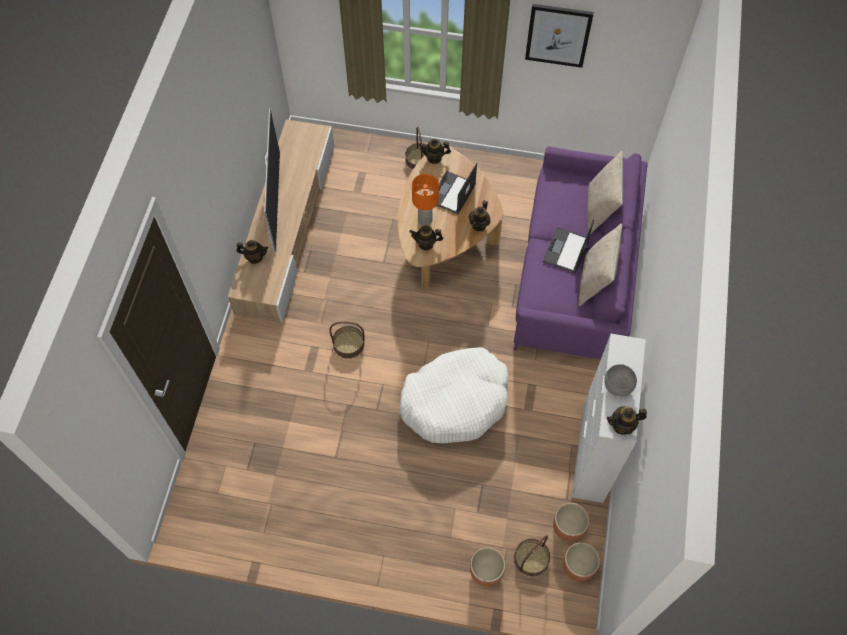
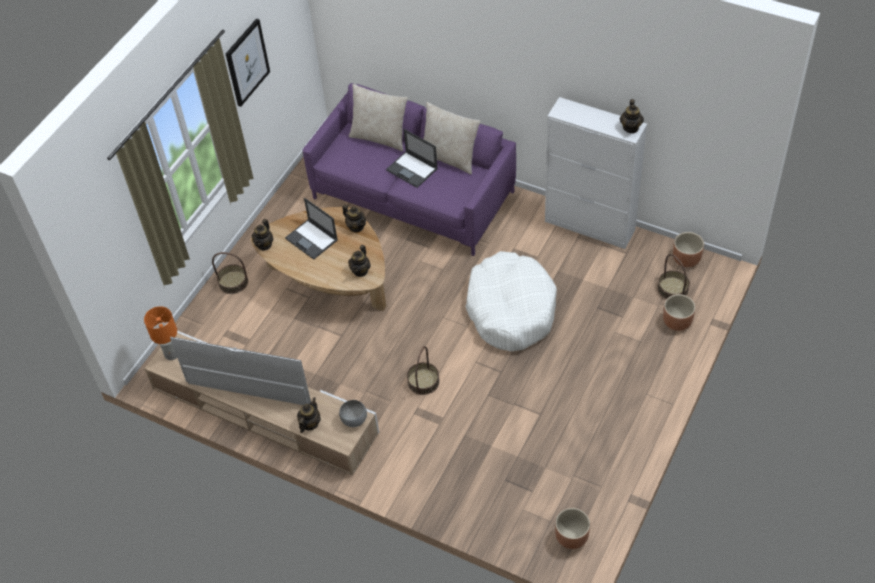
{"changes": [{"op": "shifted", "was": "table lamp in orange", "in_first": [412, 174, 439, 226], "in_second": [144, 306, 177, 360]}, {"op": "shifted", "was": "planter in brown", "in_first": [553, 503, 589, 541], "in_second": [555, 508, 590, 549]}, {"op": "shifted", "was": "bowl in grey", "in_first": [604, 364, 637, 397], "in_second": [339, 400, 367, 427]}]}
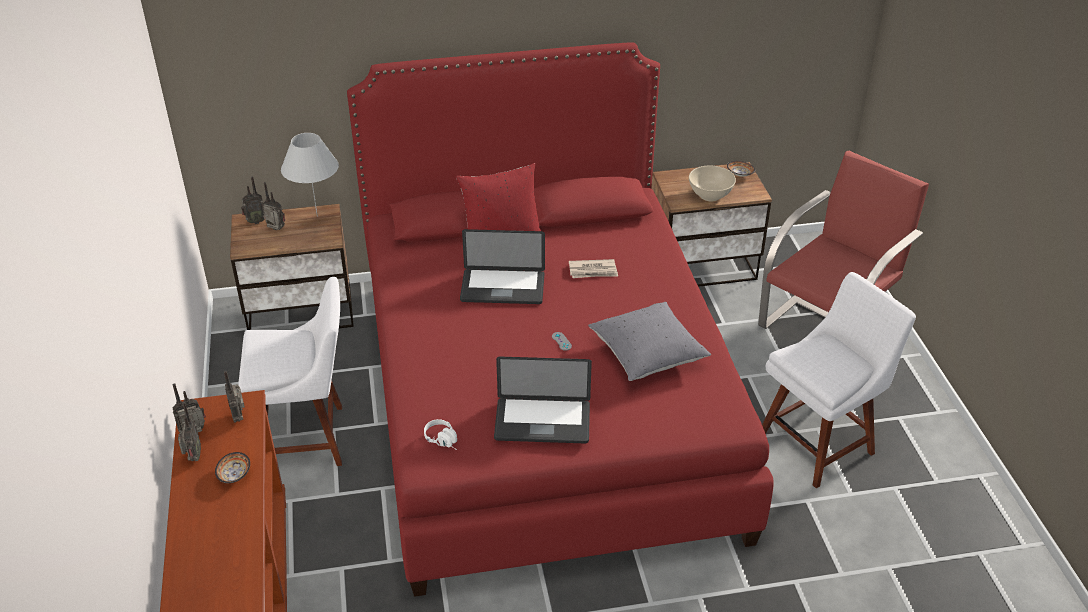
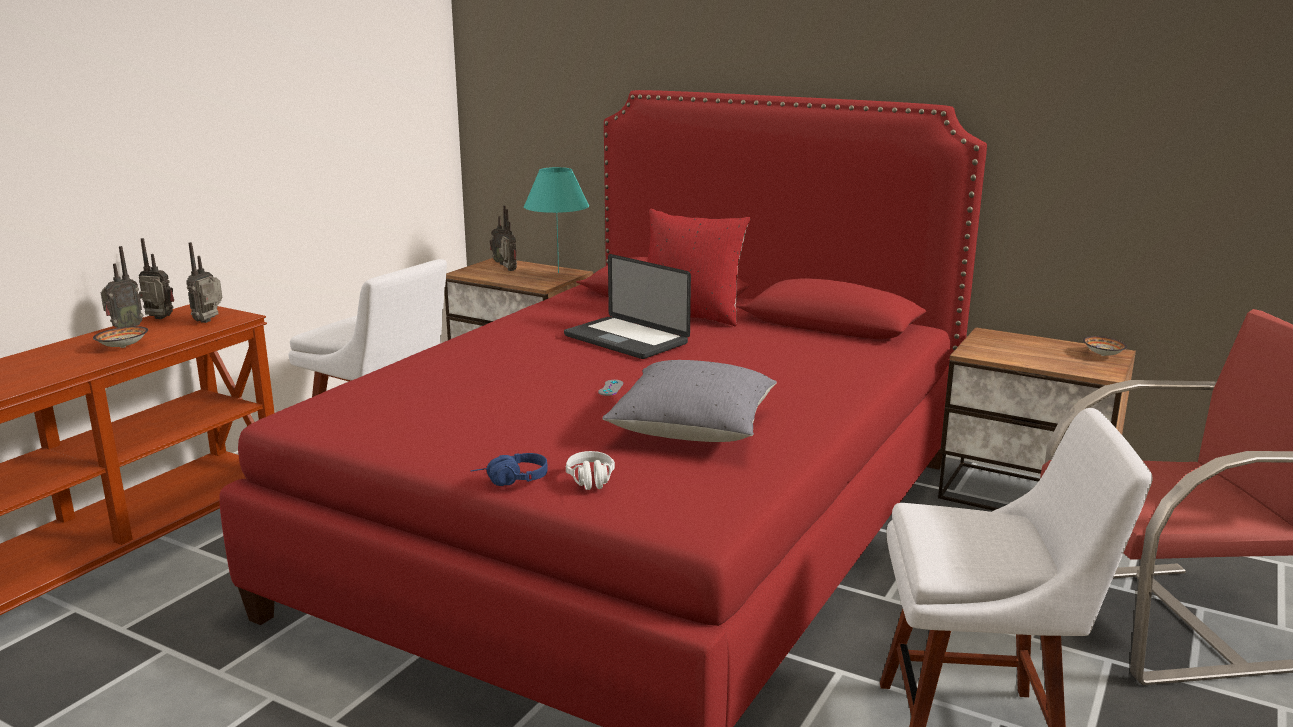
{"changes": [{"op": "repainted", "was": "table lamp in white", "now": "table lamp in turquoise", "in_first": [281, 133, 339, 217], "in_second": [524, 167, 589, 273]}, {"op": "shifted", "was": "headphones in white", "in_first": [424, 419, 457, 450], "in_second": [566, 451, 615, 490]}, {"op": "gone", "was": "laptop", "in_first": [494, 357, 592, 443]}, {"op": "gone", "was": "newspaper", "in_first": [569, 259, 618, 278]}, {"op": "gone", "was": "bowl in beige", "in_first": [689, 166, 736, 201]}, {"op": "new", "now": "headphones in blue", "in_second": [471, 453, 548, 486]}]}
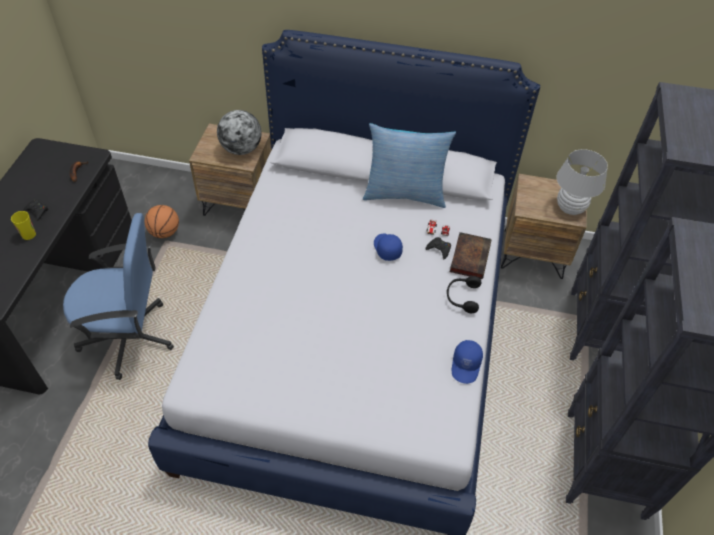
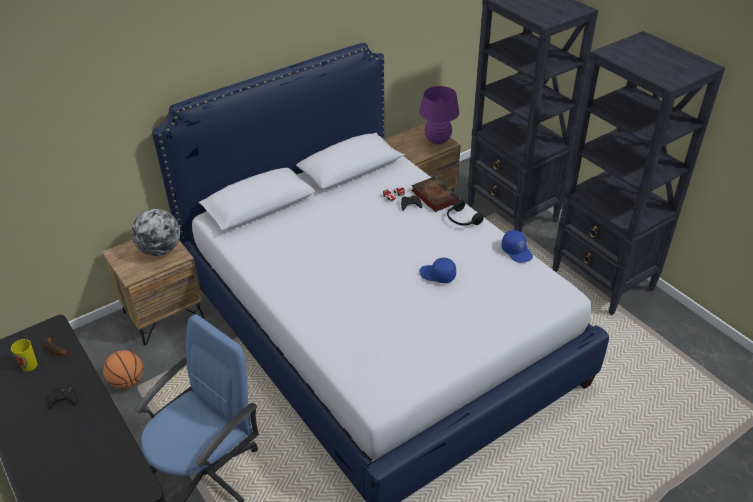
{"changes": [{"op": "shifted", "was": "cup", "in_first": [11, 211, 36, 240], "in_second": [11, 339, 38, 371]}, {"op": "gone", "was": "pillow", "in_first": [363, 123, 456, 208]}, {"op": "shifted", "was": "cap in blue", "in_first": [374, 233, 403, 261], "in_second": [419, 258, 456, 283]}, {"op": "repainted", "was": "table lamp in white", "now": "table lamp in purple", "in_first": [556, 149, 608, 215], "in_second": [419, 86, 459, 144]}]}
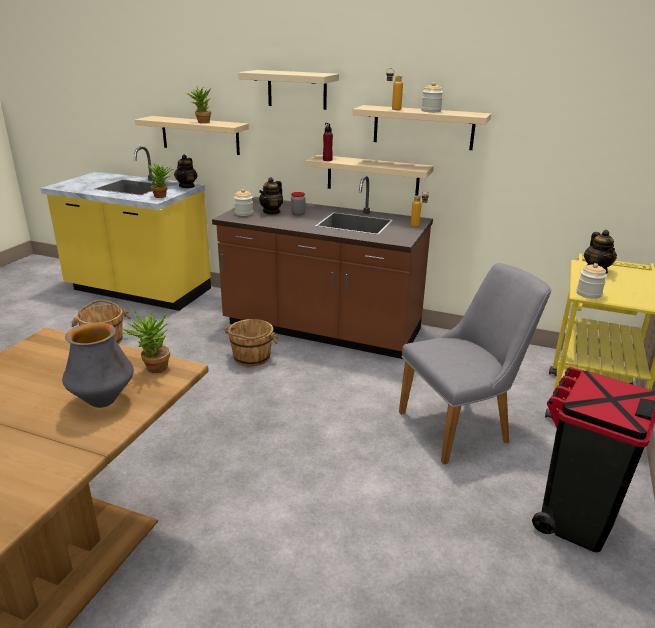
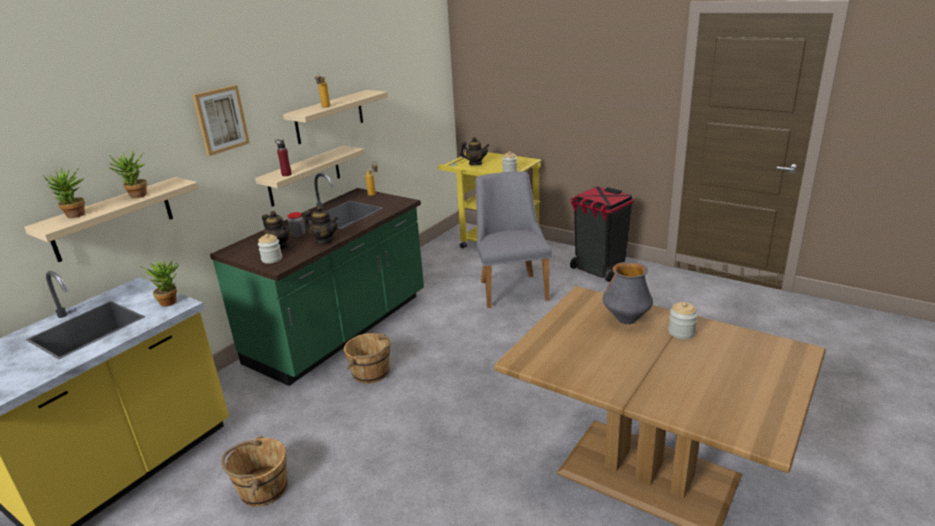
{"changes": [{"op": "shifted", "was": "potted plant", "in_first": [123, 311, 170, 373], "in_second": [43, 168, 85, 218]}, {"op": "shifted", "was": "teapot", "in_first": [174, 155, 198, 188], "in_second": [304, 206, 338, 244]}, {"op": "repainted", "was": "counter in brown", "now": "counter in green", "in_first": [212, 175, 433, 359], "in_second": [210, 173, 424, 386]}, {"op": "swapped", "was": "shelf in beige", "now": "picture", "in_first": [238, 70, 339, 110], "in_second": [192, 85, 250, 156]}, {"op": "shifted", "was": "jar", "in_first": [421, 82, 443, 112], "in_second": [668, 302, 698, 339]}]}
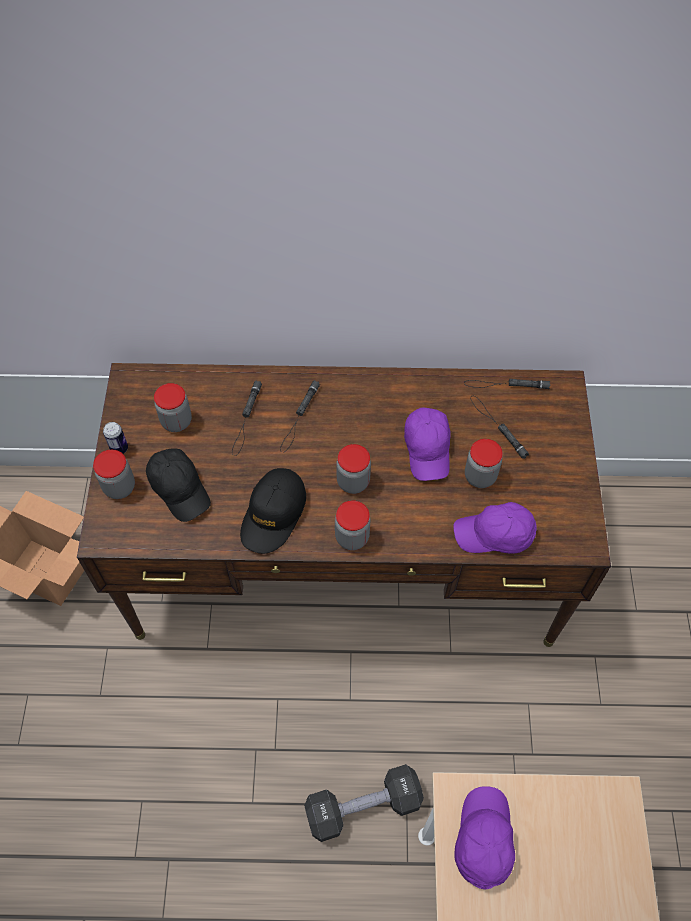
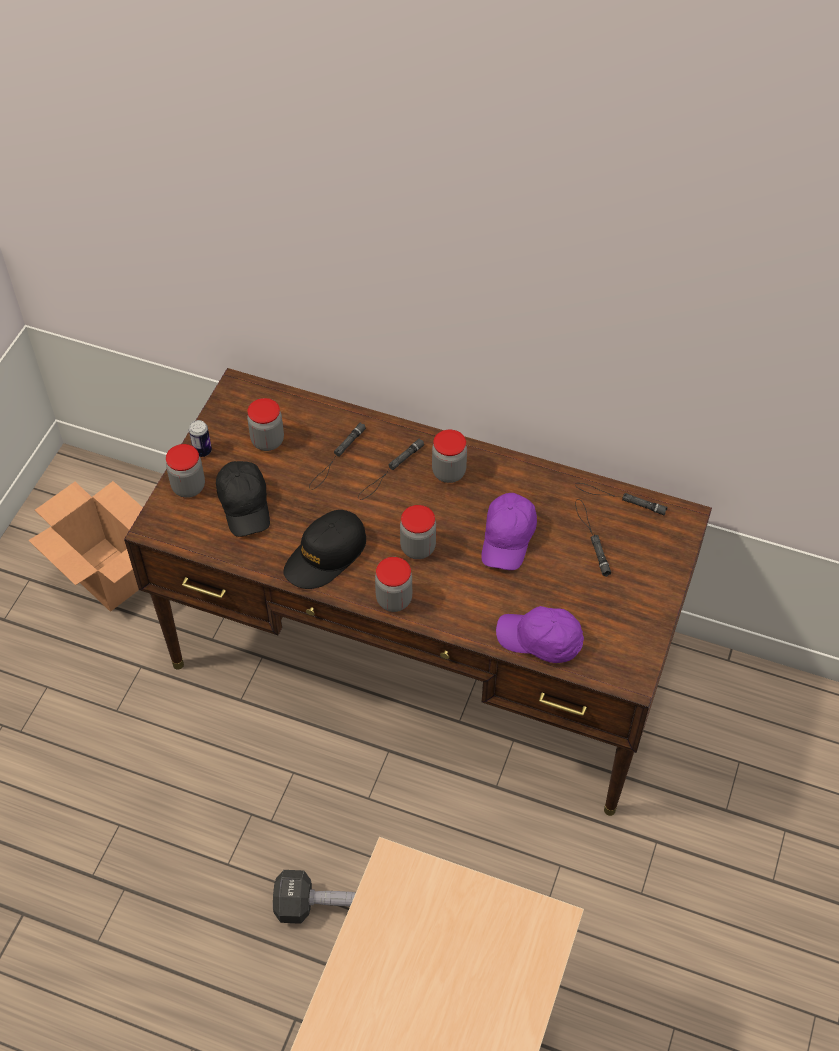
{"changes": [{"op": "gone", "was": "cap in purple", "in_first": [455, 786, 515, 890]}, {"op": "shifted", "was": "jar", "in_first": [465, 439, 503, 488], "in_second": [432, 430, 467, 483]}]}
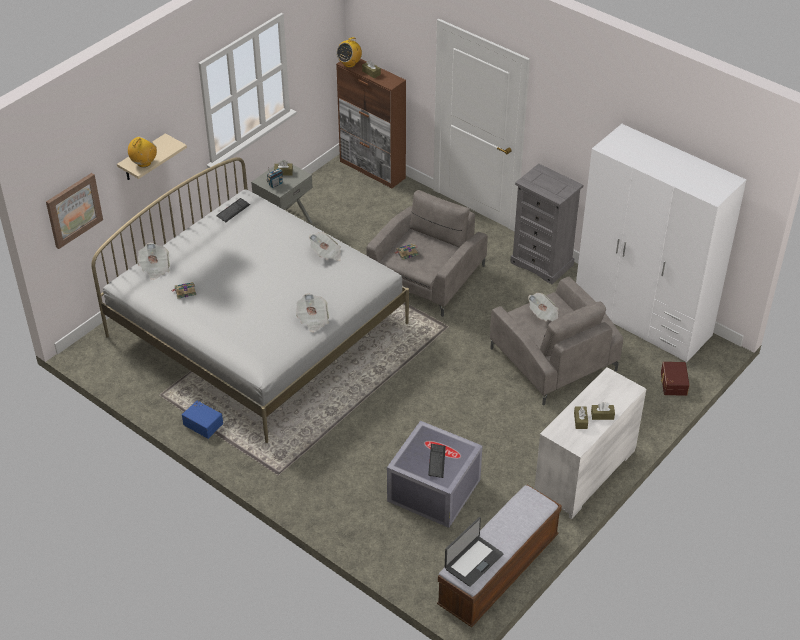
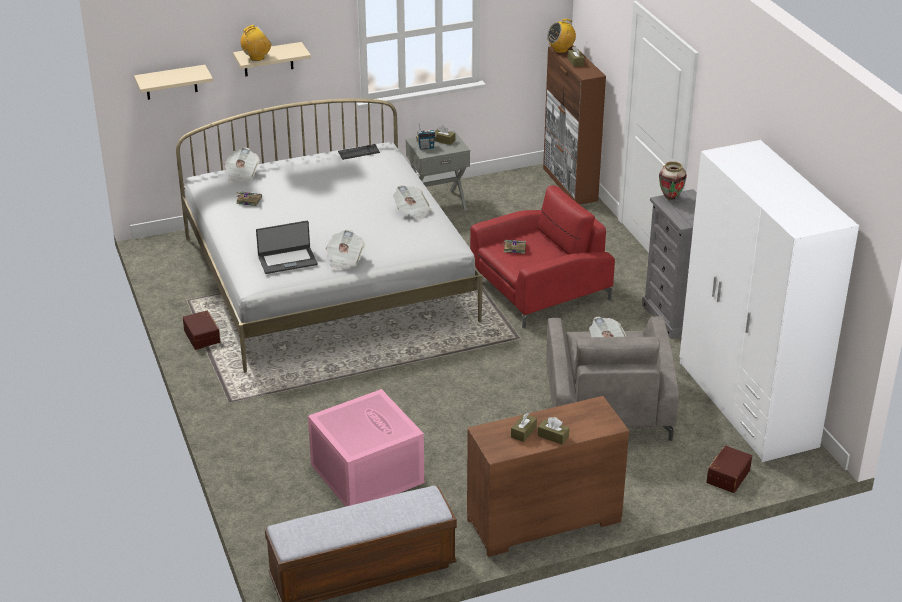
{"changes": [{"op": "swapped", "was": "picture", "now": "shelf in beige", "in_first": [46, 173, 103, 249], "in_second": [134, 65, 213, 100]}, {"op": "repainted", "was": "storage box in blue", "now": "storage box in brown", "in_first": [182, 400, 223, 439], "in_second": [183, 311, 220, 350]}, {"op": "repainted", "was": "armchair in grey", "now": "armchair in red", "in_first": [366, 190, 488, 317], "in_second": [470, 185, 615, 329]}, {"op": "repainted", "was": "storage box in grey", "now": "storage box in pink", "in_first": [387, 421, 482, 528], "in_second": [308, 389, 424, 507]}, {"op": "gone", "was": "keyboard", "in_first": [428, 444, 446, 478]}, {"op": "shifted", "was": "laptop", "in_first": [445, 517, 504, 587], "in_second": [256, 221, 318, 274]}, {"op": "repainted", "was": "dresser in white", "now": "dresser in brown", "in_first": [534, 367, 646, 519], "in_second": [467, 396, 629, 557]}, {"op": "new", "now": "vase", "in_second": [659, 161, 687, 201]}]}
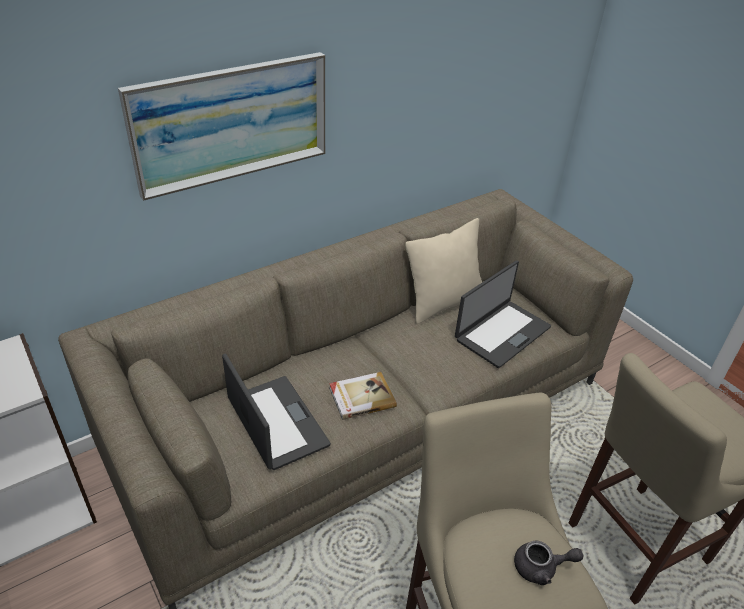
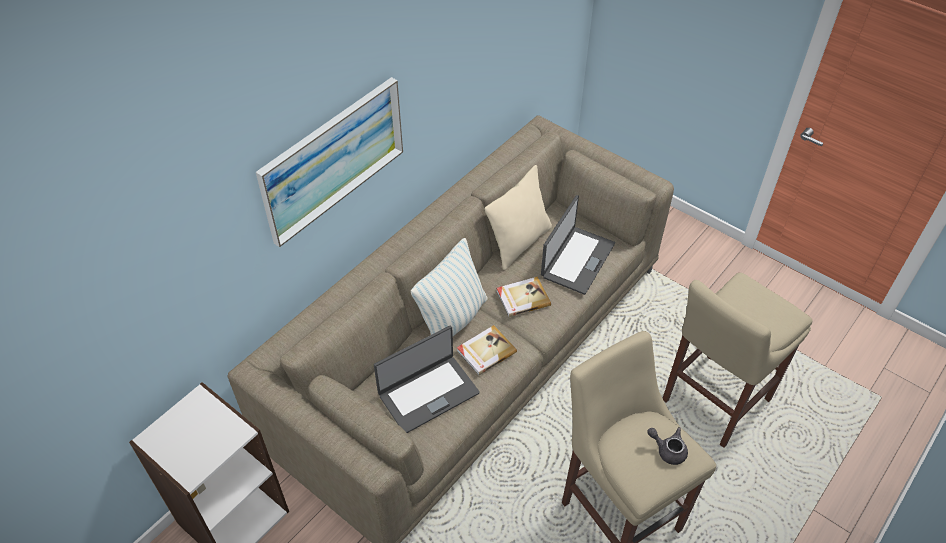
{"changes": [{"op": "rotated", "was": "laptop", "in_first": [222, 353, 331, 470], "in_second": [374, 326, 480, 433], "clockwise": 105}, {"op": "rotated", "was": "teapot in grey", "in_first": [514, 541, 584, 585], "in_second": [647, 427, 688, 465], "clockwise": -135}, {"op": "new", "now": "pillow", "in_second": [411, 238, 488, 336]}, {"op": "new", "now": "book", "in_second": [496, 277, 551, 317]}]}
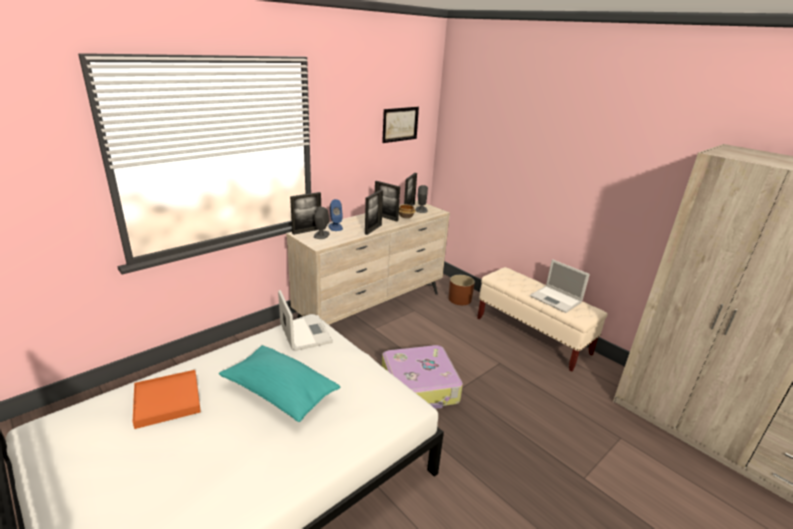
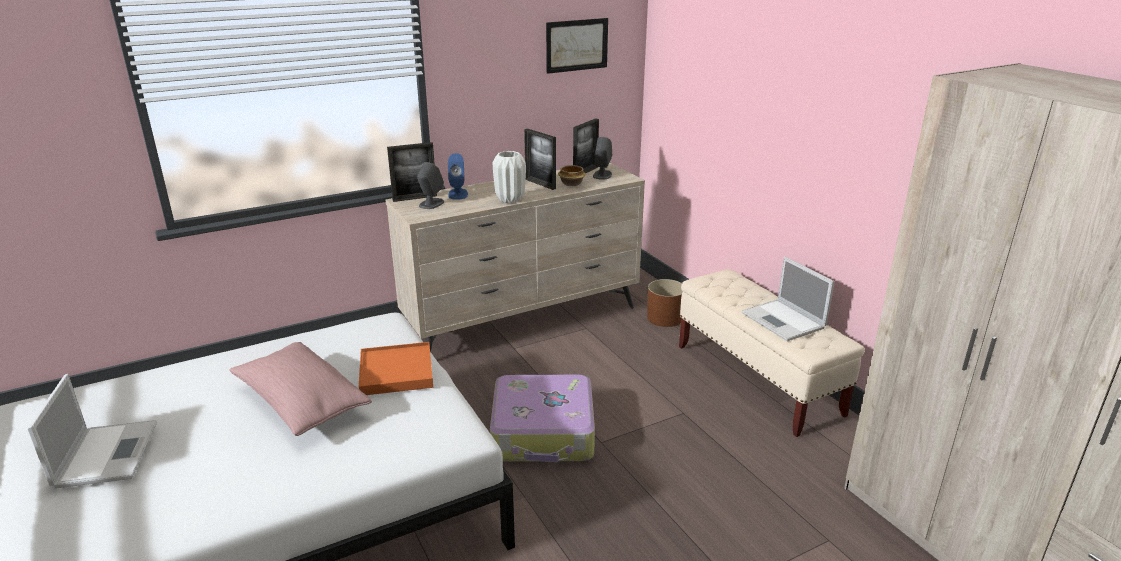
{"changes": [{"op": "shifted", "was": "tray in orange", "in_first": [133, 370, 201, 429], "in_second": [359, 342, 433, 395]}, {"op": "repainted", "was": "pillow in turquoise", "now": "pillow in pink", "in_first": [219, 345, 340, 422], "in_second": [229, 342, 372, 436]}, {"op": "shifted", "was": "laptop", "in_first": [278, 290, 333, 351], "in_second": [27, 374, 157, 488]}, {"op": "swapped", "was": "picture frame", "now": "vase in white", "in_first": [365, 190, 383, 235], "in_second": [493, 151, 526, 203]}]}
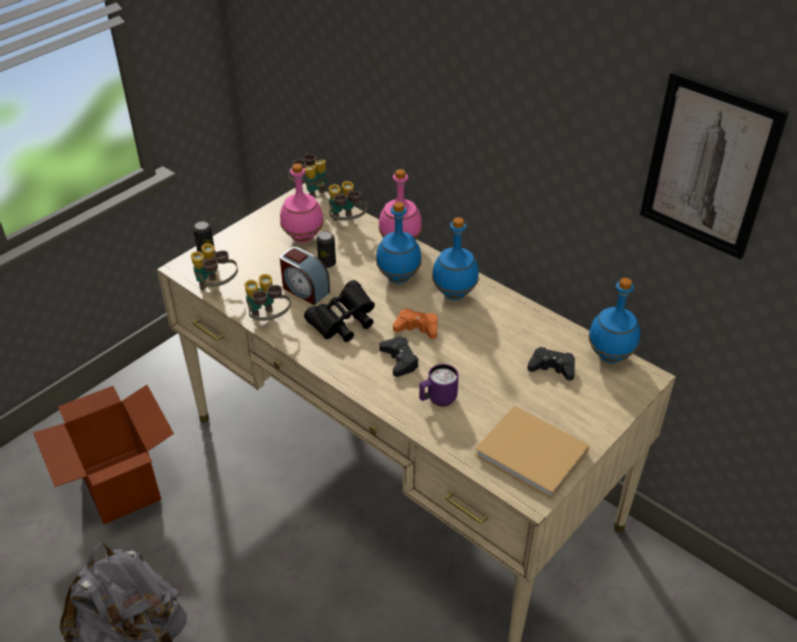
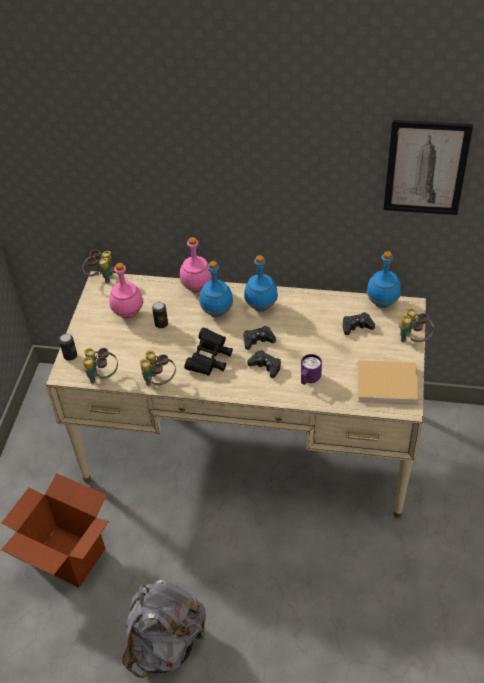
{"changes": [{"op": "gone", "was": "alarm clock", "in_first": [280, 247, 330, 305]}, {"op": "shifted", "was": "binoculars", "in_first": [329, 181, 367, 221], "in_second": [399, 308, 434, 342]}, {"op": "repainted", "was": "game controller in orange", "now": "game controller in black", "in_first": [393, 308, 438, 339], "in_second": [243, 326, 276, 350]}]}
